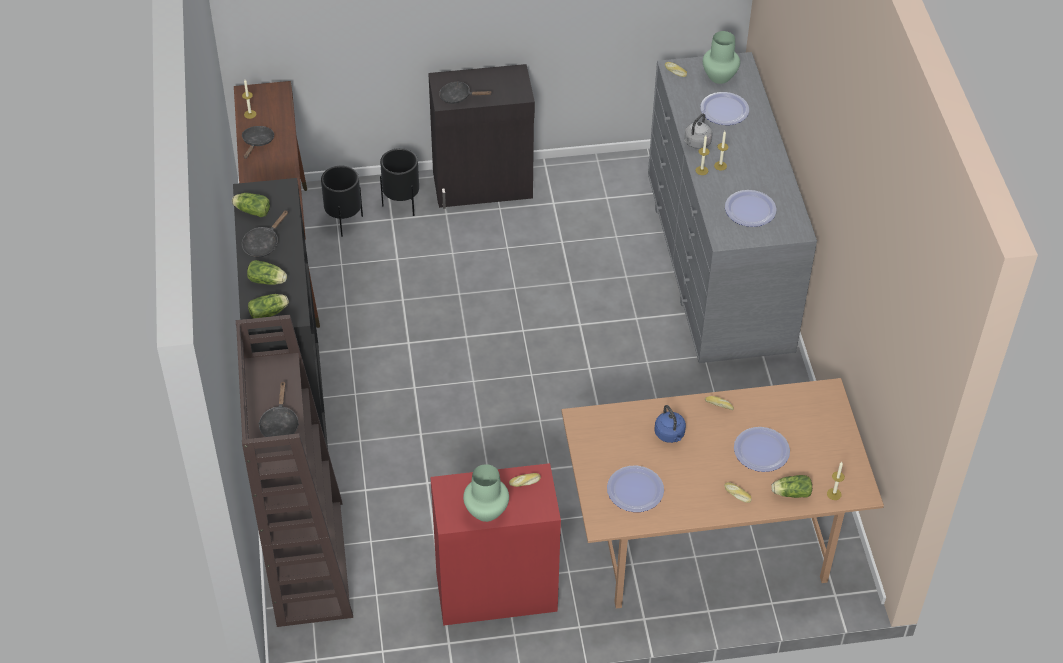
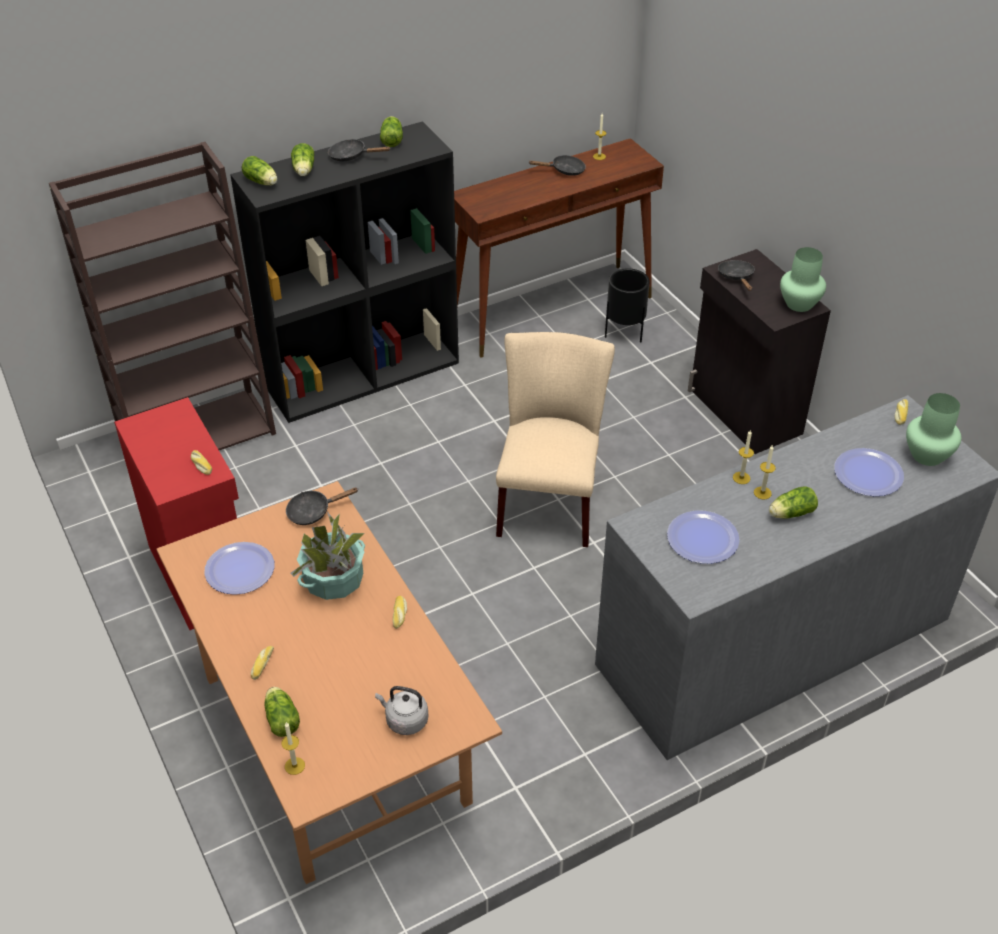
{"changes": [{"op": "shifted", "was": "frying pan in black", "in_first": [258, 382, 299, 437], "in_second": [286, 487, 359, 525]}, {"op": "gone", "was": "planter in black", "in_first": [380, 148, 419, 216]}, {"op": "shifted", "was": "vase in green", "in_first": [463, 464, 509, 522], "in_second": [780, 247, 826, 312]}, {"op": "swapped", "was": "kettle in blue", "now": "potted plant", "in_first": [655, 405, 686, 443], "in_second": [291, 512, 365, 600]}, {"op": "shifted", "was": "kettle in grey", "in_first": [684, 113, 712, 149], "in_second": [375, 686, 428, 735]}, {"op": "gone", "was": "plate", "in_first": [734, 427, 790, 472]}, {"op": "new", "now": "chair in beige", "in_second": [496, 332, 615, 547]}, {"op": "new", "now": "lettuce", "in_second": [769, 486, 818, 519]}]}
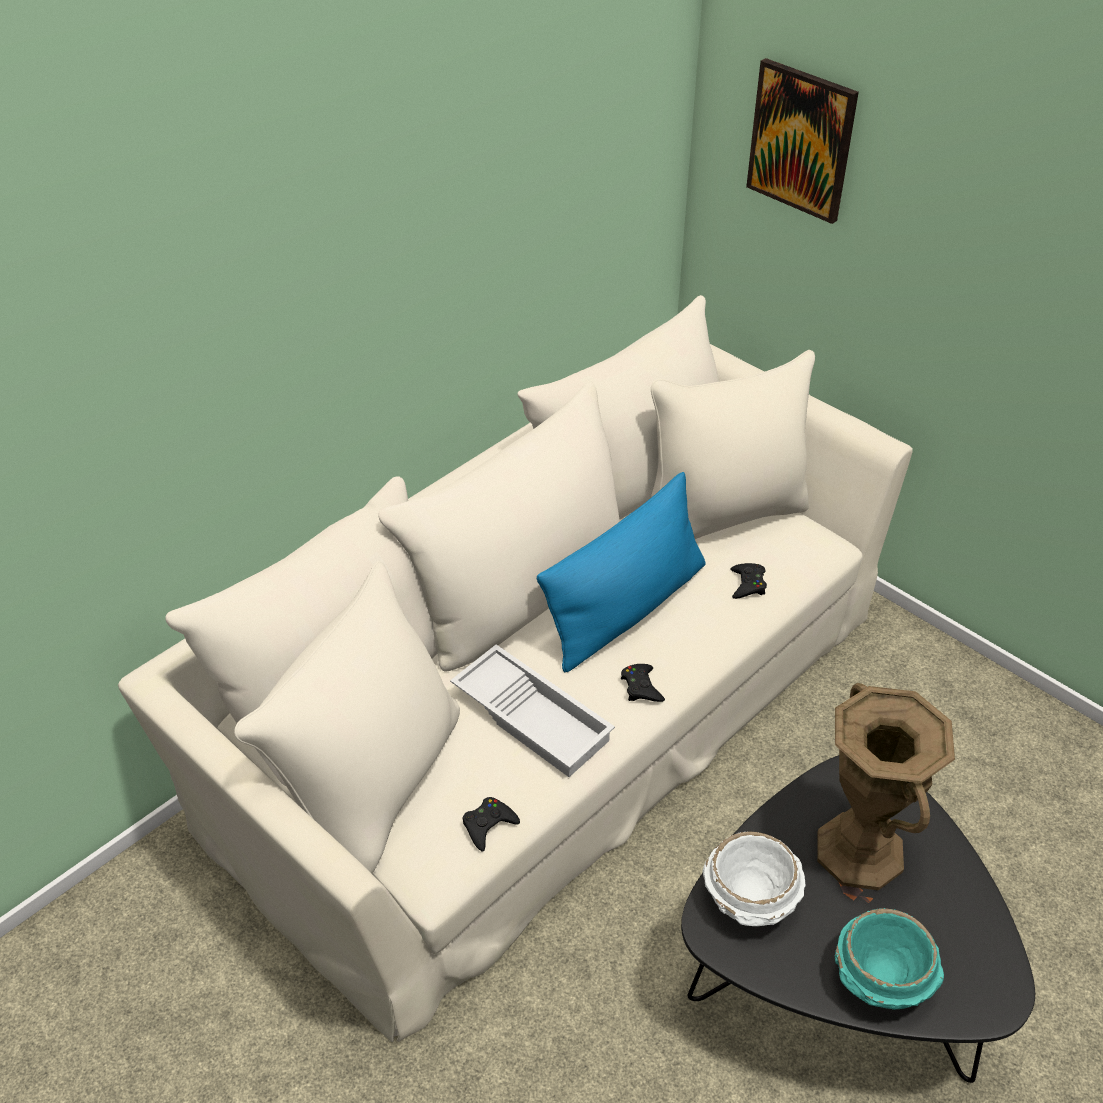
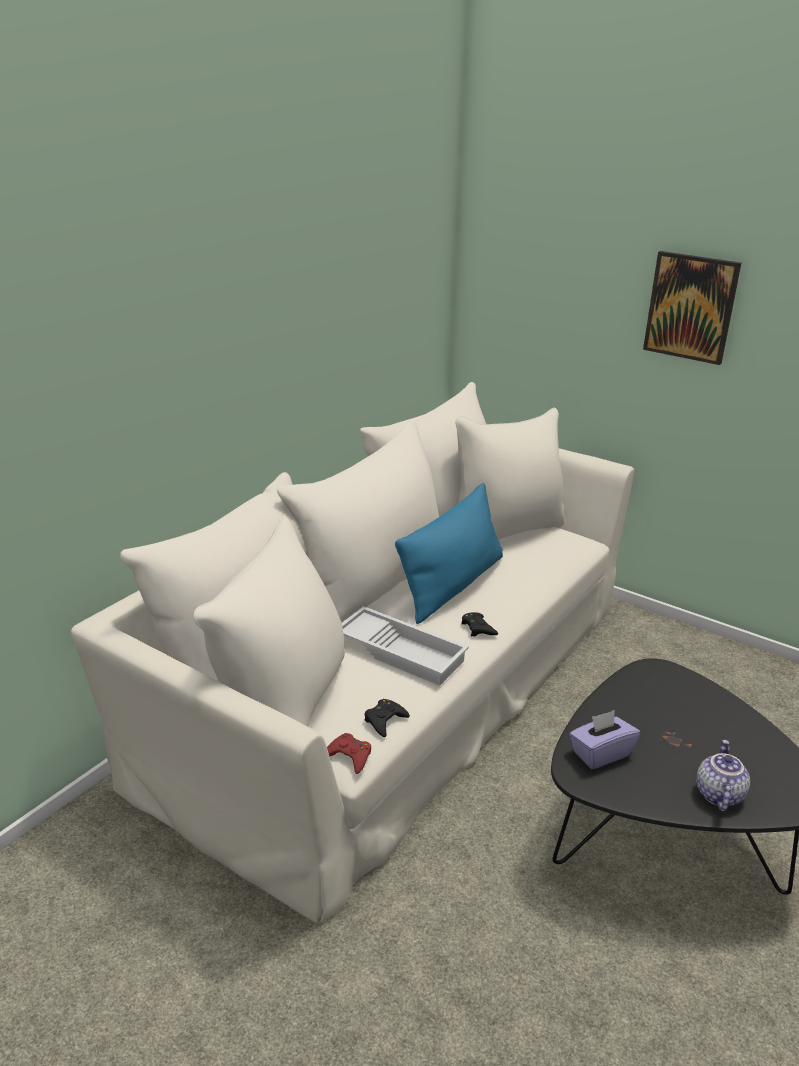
{"changes": [{"op": "swapped", "was": "bowl in white", "now": "tissue box in purple", "in_first": [703, 831, 806, 926], "in_second": [570, 710, 640, 769]}, {"op": "gone", "was": "game controller in black", "in_first": [731, 563, 767, 599]}, {"op": "shifted", "was": "picture", "in_first": [746, 58, 859, 224], "in_second": [643, 251, 741, 365]}, {"op": "gone", "was": "vase in brown", "in_first": [817, 683, 955, 890]}, {"op": "swapped", "was": "bowl in turquoise", "now": "teapot", "in_first": [835, 908, 944, 1010], "in_second": [696, 740, 750, 811]}, {"op": "new", "now": "game controller in red", "in_second": [327, 733, 371, 774]}]}
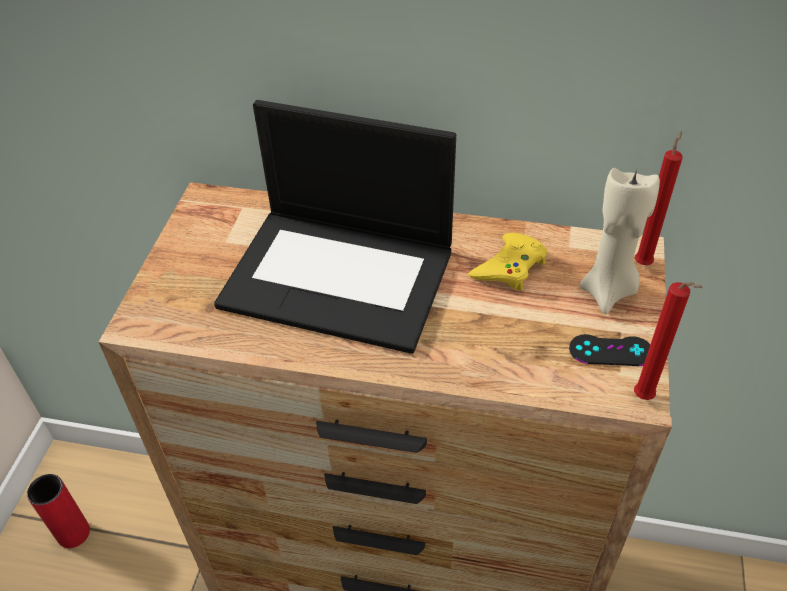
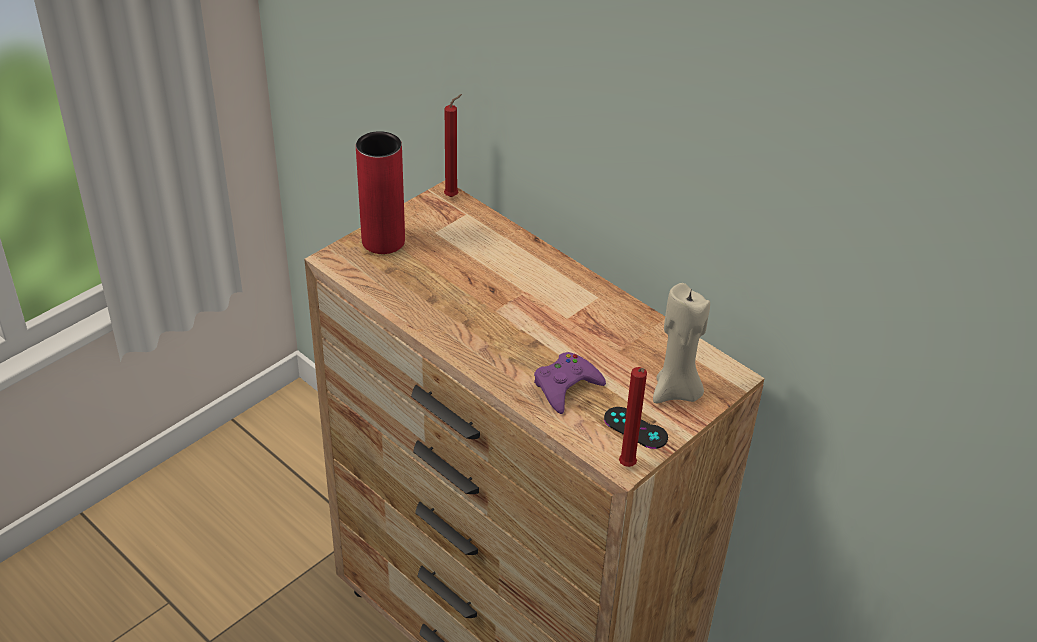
{"changes": [{"op": "shifted", "was": "vase in red", "in_first": [27, 474, 90, 548], "in_second": [356, 131, 405, 254]}, {"op": "gone", "was": "laptop", "in_first": [214, 100, 456, 354]}, {"op": "gone", "was": "game controller in yellow", "in_first": [468, 233, 547, 291]}, {"op": "shifted", "was": "candle in red", "in_first": [635, 131, 683, 265], "in_second": [444, 94, 462, 197]}, {"op": "new", "now": "game controller in purple", "in_second": [534, 352, 606, 414]}]}
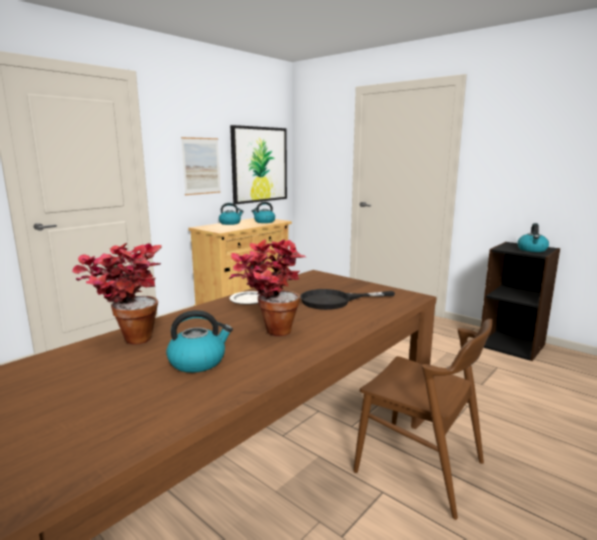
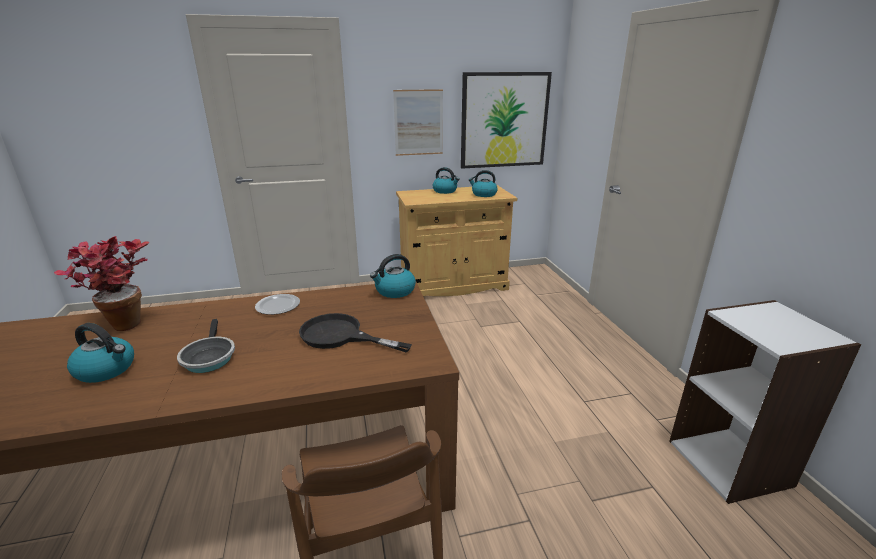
{"changes": [{"op": "swapped", "was": "potted plant", "now": "frying pan", "in_first": [229, 239, 306, 336], "in_second": [177, 319, 235, 373]}, {"op": "repainted", "was": "bookcase in black", "now": "bookcase in white", "in_first": [481, 242, 560, 361], "in_second": [669, 300, 862, 504]}, {"op": "shifted", "was": "kettle", "in_first": [517, 223, 549, 252], "in_second": [370, 254, 416, 298]}]}
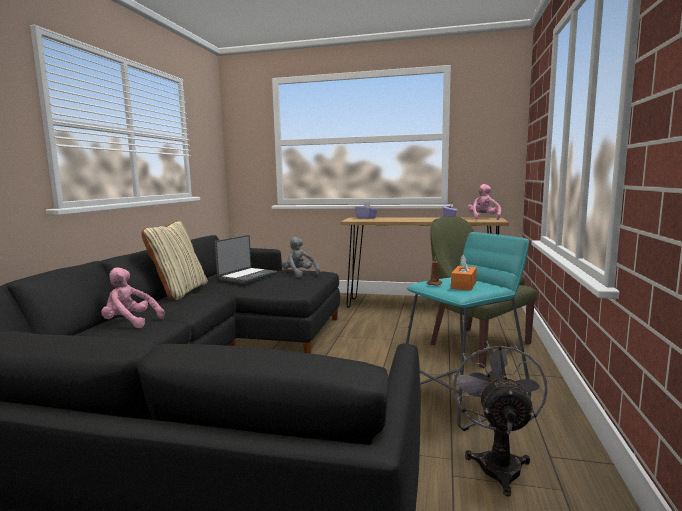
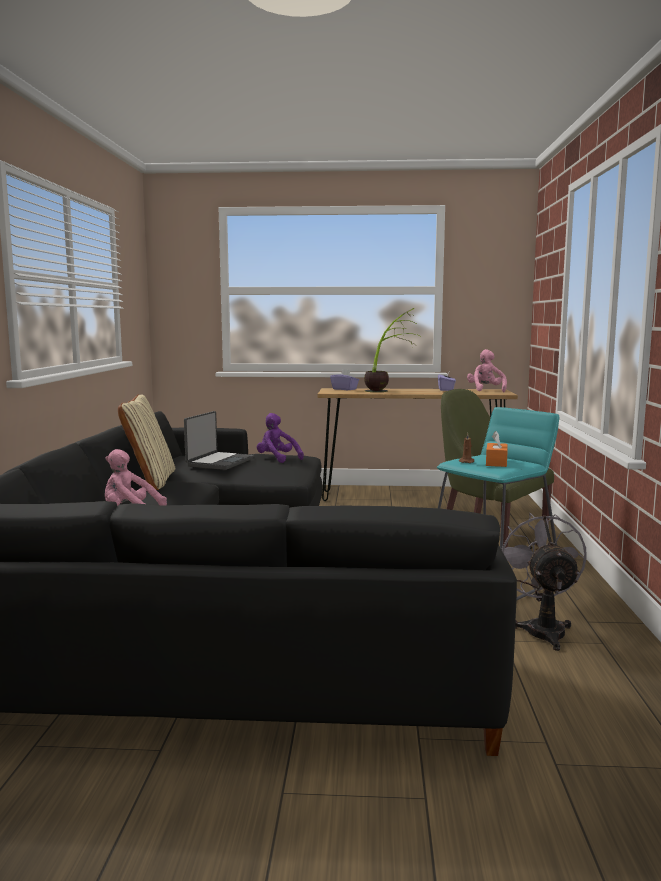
{"changes": [{"op": "repainted", "was": "plush toy in grey", "now": "plush toy in purple", "in_first": [281, 237, 320, 278], "in_second": [257, 413, 304, 463]}, {"op": "new", "now": "potted plant", "in_second": [364, 308, 422, 392]}]}
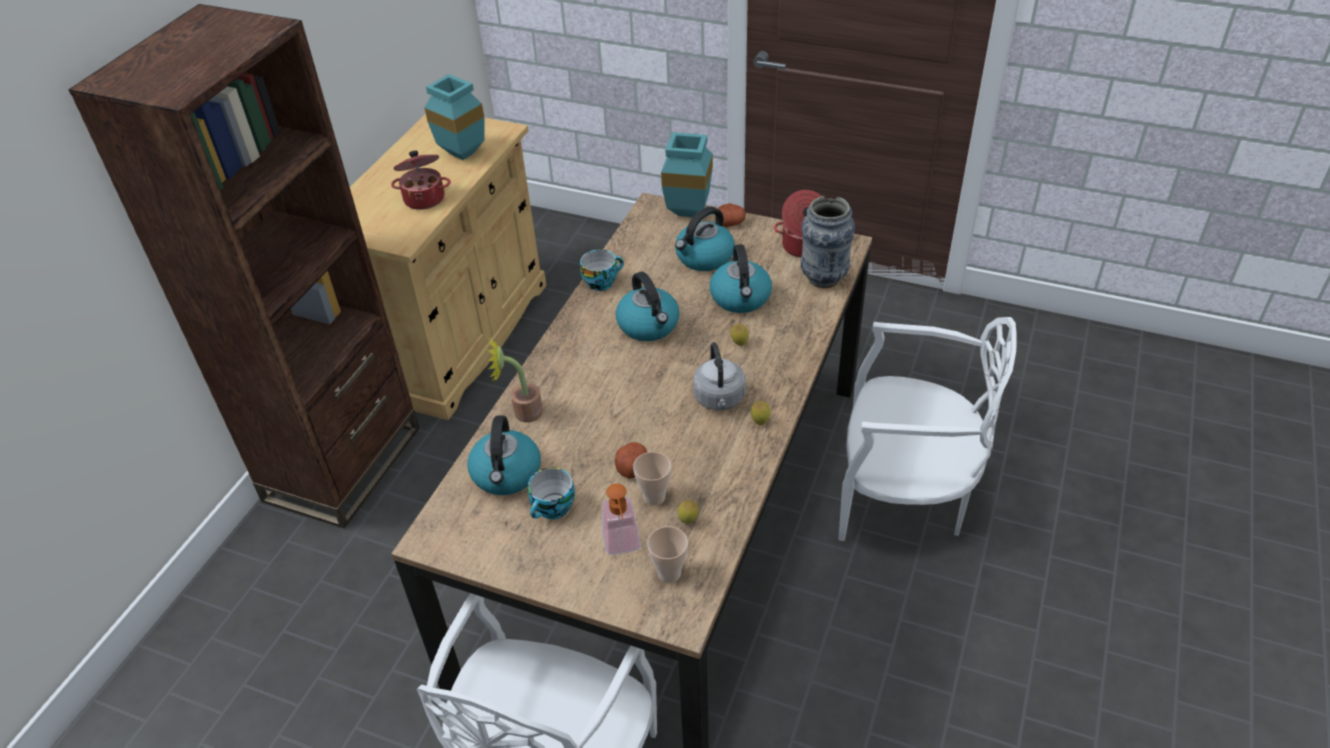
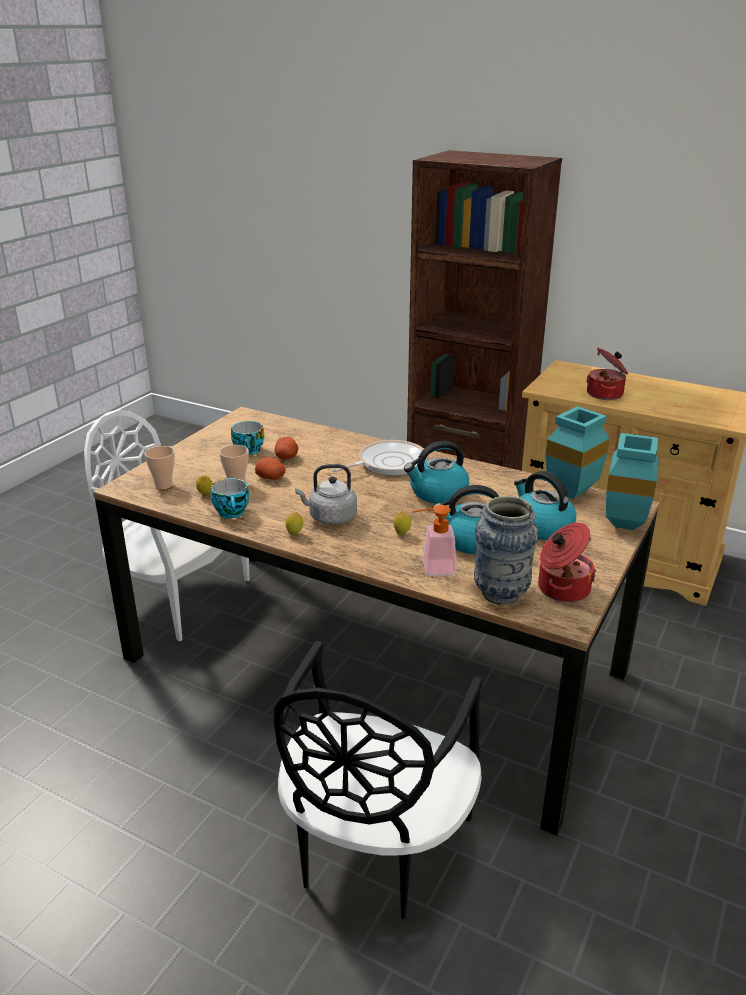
{"changes": [{"op": "shifted", "was": "vase in turquoise", "in_first": [424, 74, 484, 160], "in_second": [545, 406, 610, 499]}, {"op": "gone", "was": "kettle", "in_first": [467, 415, 541, 495]}, {"op": "gone", "was": "potted plant", "in_first": [487, 337, 543, 422]}, {"op": "shifted", "was": "cup", "in_first": [580, 249, 624, 291], "in_second": [211, 478, 249, 518]}, {"op": "shifted", "was": "soap dispenser", "in_first": [602, 484, 641, 555], "in_second": [412, 505, 456, 576]}, {"op": "shifted", "was": "potato", "in_first": [715, 203, 746, 227], "in_second": [274, 437, 298, 460]}, {"op": "repainted", "was": "chair in white", "now": "chair in black", "in_first": [838, 317, 1017, 541], "in_second": [274, 641, 482, 919]}, {"op": "new", "now": "frying pan", "in_second": [332, 440, 428, 475]}]}
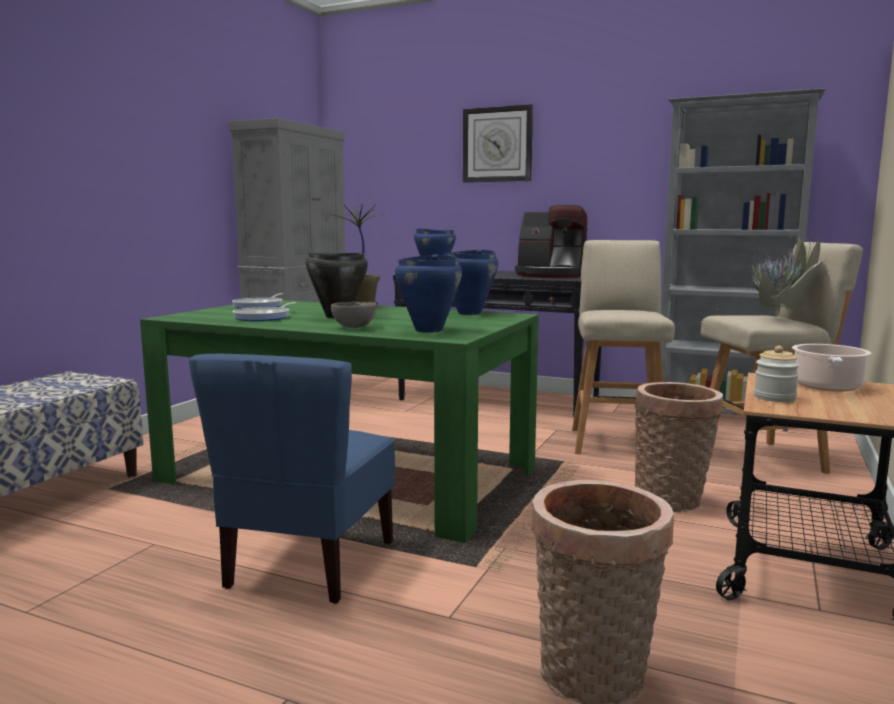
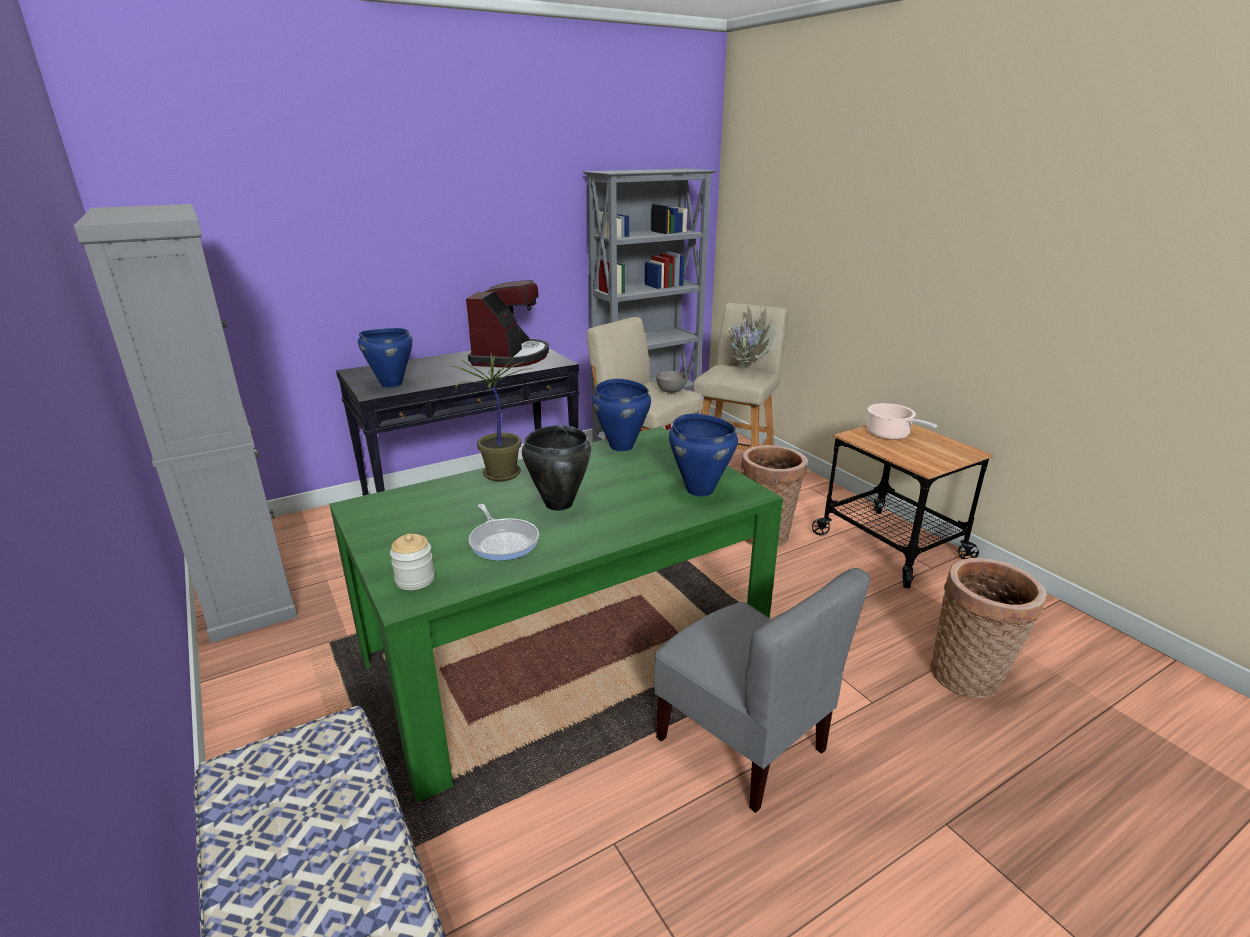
{"changes": [{"op": "repainted", "was": "chair in blue", "now": "chair in grey", "in_first": [189, 354, 395, 604], "in_second": [654, 568, 871, 813]}, {"op": "gone", "was": "frying pan", "in_first": [232, 293, 283, 309]}, {"op": "shifted", "was": "bowl in grey", "in_first": [331, 302, 377, 328], "in_second": [656, 371, 688, 393]}, {"op": "gone", "was": "wall clock", "in_first": [463, 104, 533, 183]}, {"op": "rotated", "was": "coffee machine", "in_first": [515, 205, 588, 278], "in_second": [466, 280, 549, 368], "clockwise": -45}, {"op": "shifted", "was": "jar", "in_first": [754, 346, 800, 402], "in_second": [390, 534, 435, 590]}]}
